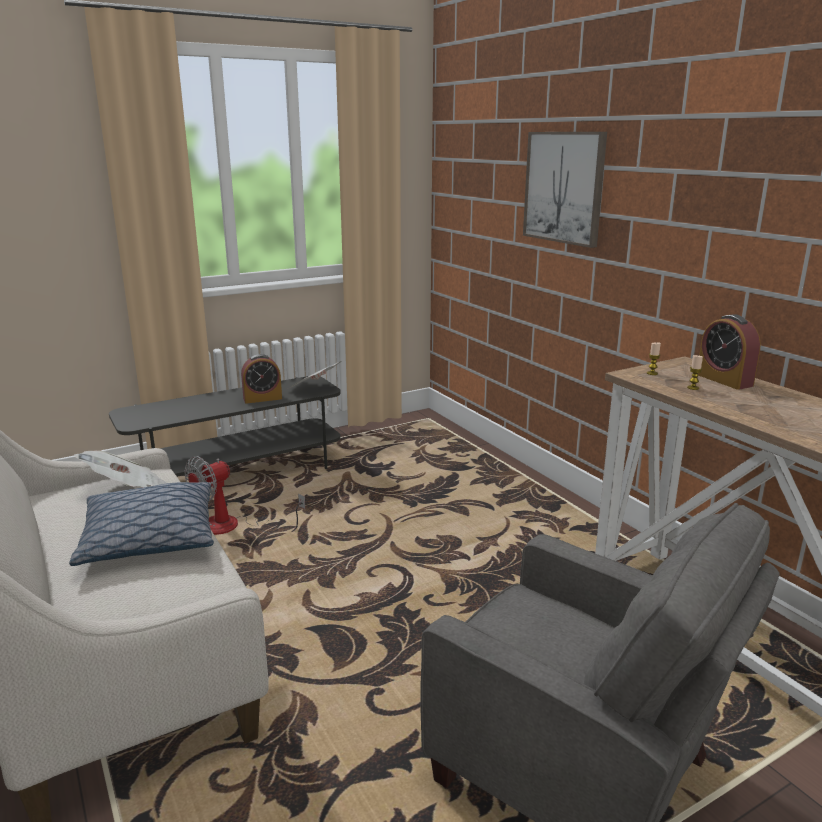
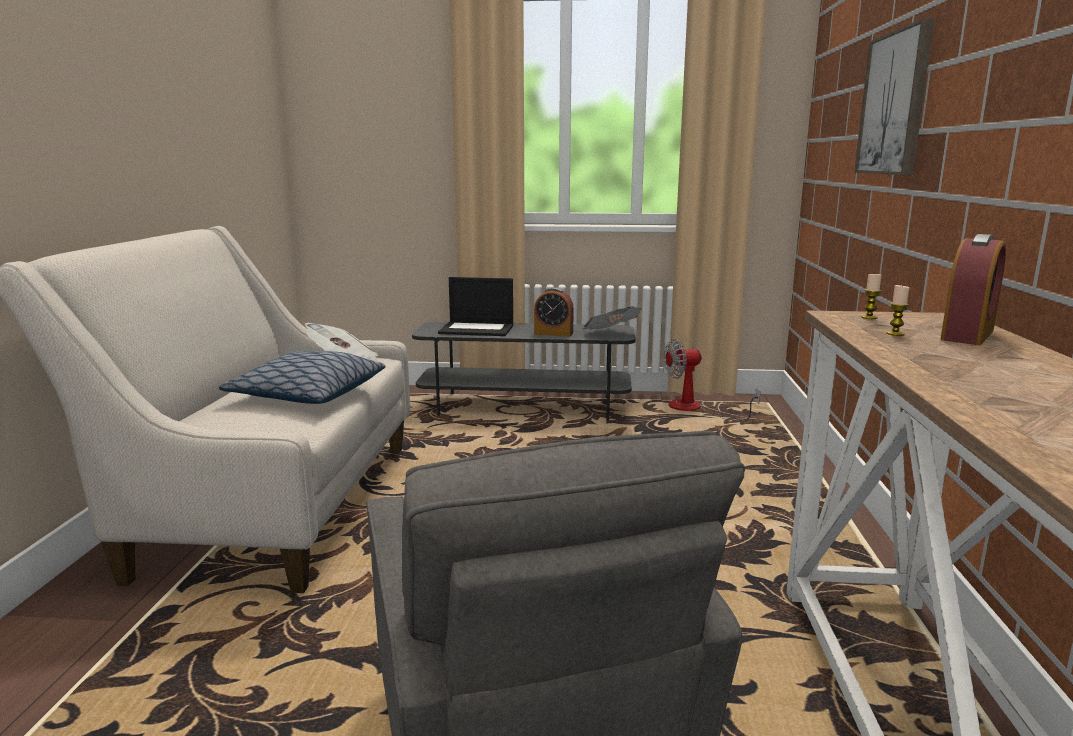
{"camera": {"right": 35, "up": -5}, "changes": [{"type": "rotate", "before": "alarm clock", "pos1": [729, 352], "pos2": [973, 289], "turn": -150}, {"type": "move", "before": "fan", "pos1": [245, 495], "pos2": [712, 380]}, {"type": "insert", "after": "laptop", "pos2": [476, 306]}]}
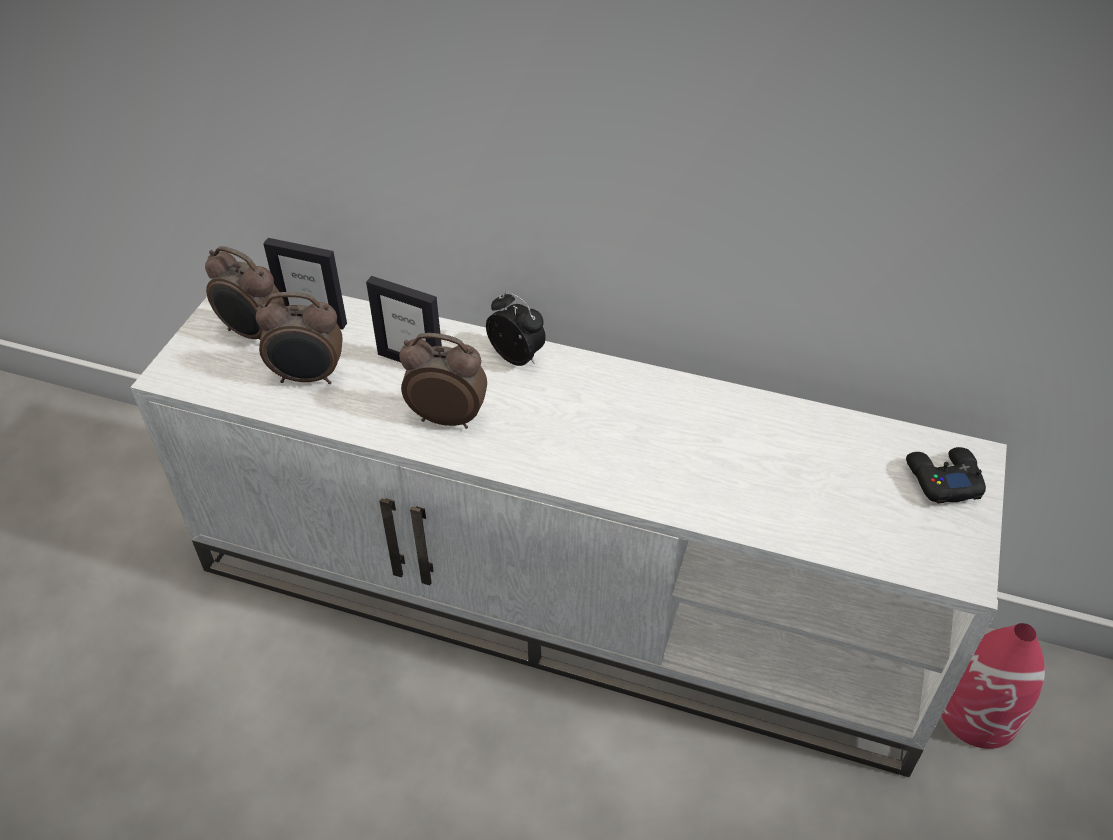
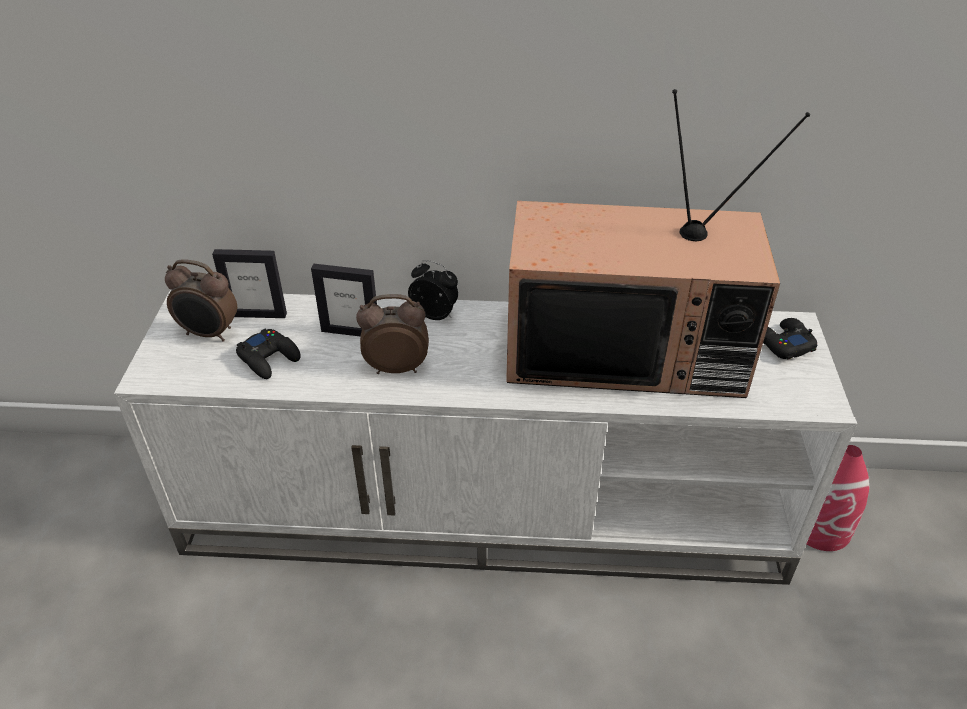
{"camera": {"right": -15, "up": -5}, "changes": [{"type": "replace", "before": "alarm clock", "after": "black game controller", "pos1": [299, 338], "pos2": [268, 353]}, {"type": "insert", "after": "television", "pos2": [658, 243]}]}
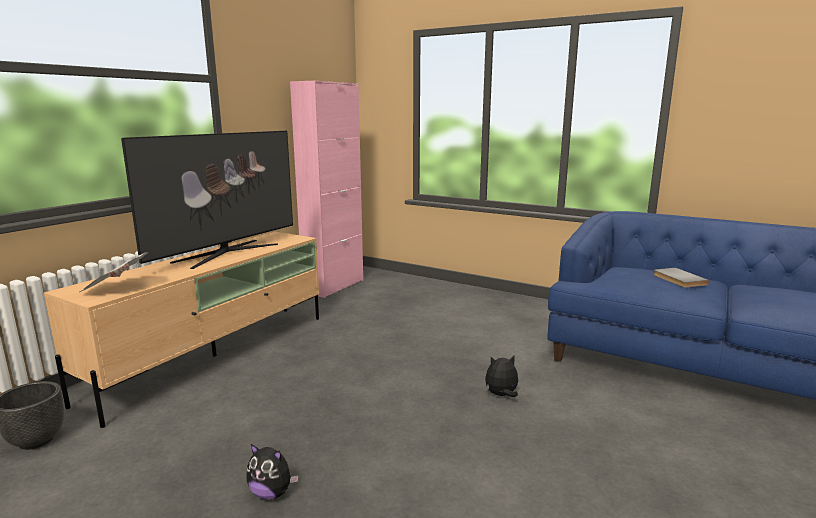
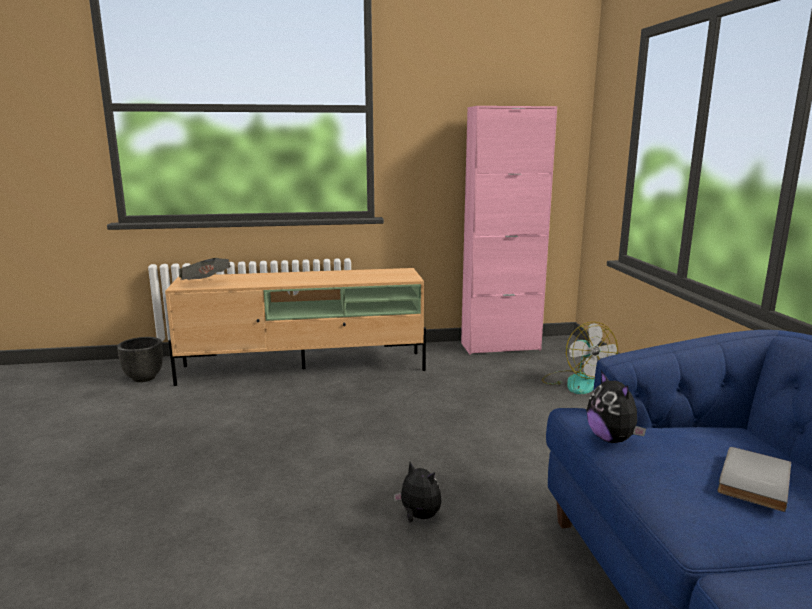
{"camera": {"right": 50, "up": 0}, "changes": [{"type": "delete", "before": "television", "pos1": [207, 200]}, {"type": "move", "before": "plush toy", "pos1": [272, 472], "pos2": [616, 407]}, {"type": "insert", "after": "fan", "pos2": [580, 358]}]}
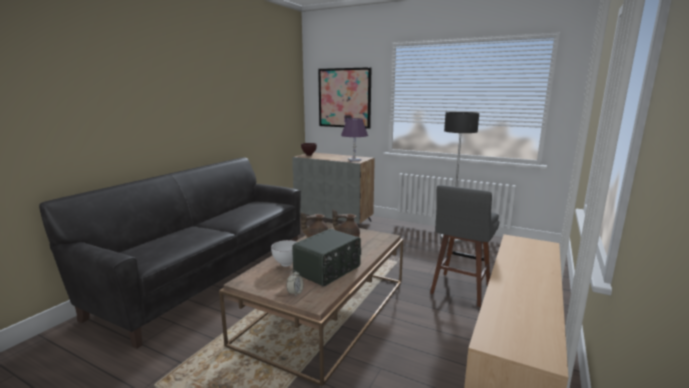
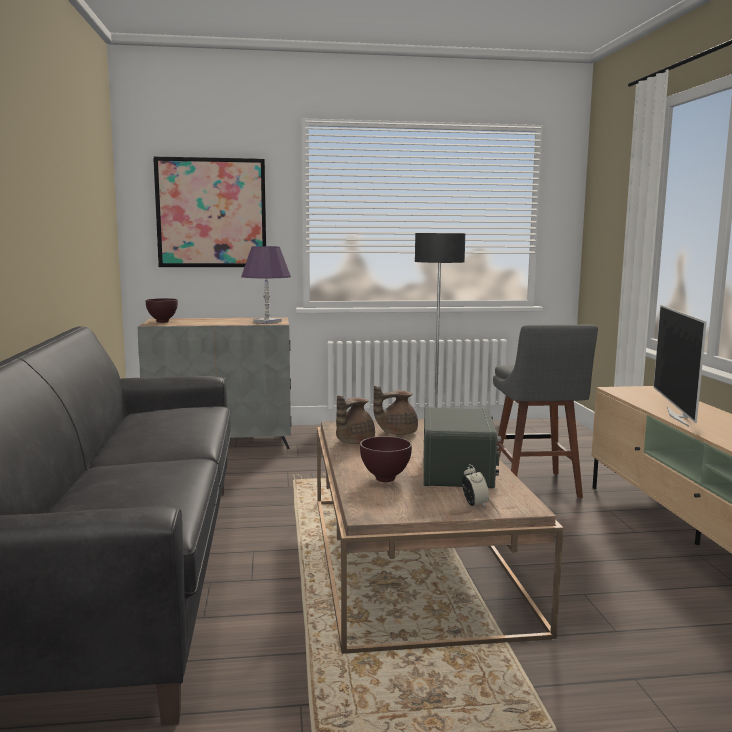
{"camera": {"right": -35, "up": -5}, "changes": [{"type": "recolor", "before": "white bowl", "after": "brown bowl", "pos1": [284, 253], "pos2": [386, 459]}, {"type": "insert", "after": "television", "pos2": [680, 366]}]}
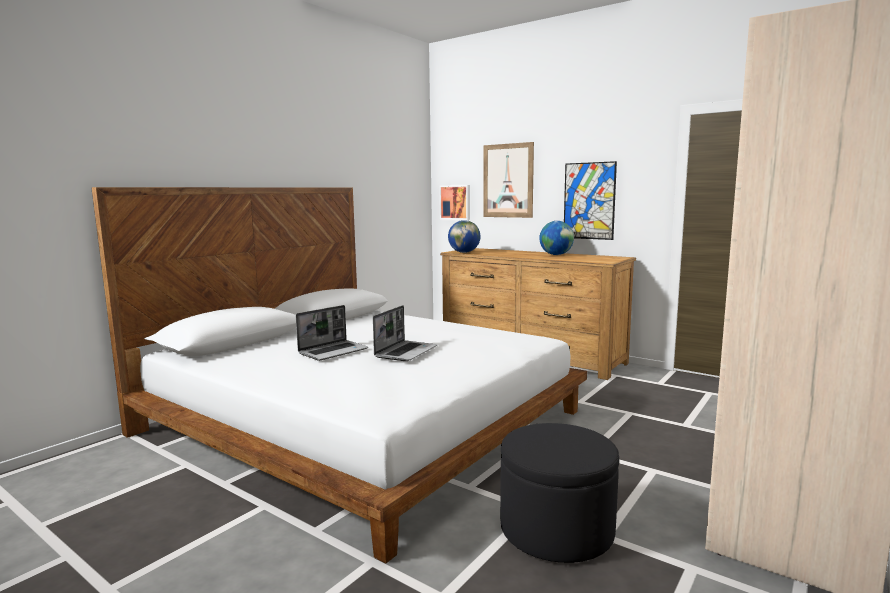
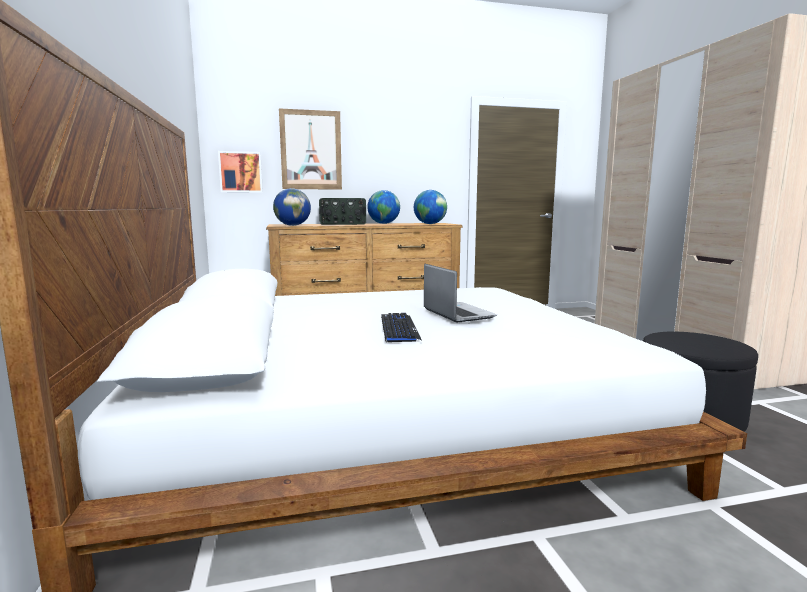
{"camera": {"right": -50, "up": 0}, "changes": [{"type": "delete", "before": "picture", "pos1": [590, 200]}, {"type": "replace", "before": "laptop", "after": "keyboard", "pos1": [332, 333], "pos2": [401, 328]}, {"type": "insert", "after": "globe", "pos2": [430, 207]}, {"type": "insert", "after": "radio", "pos2": [342, 211]}]}
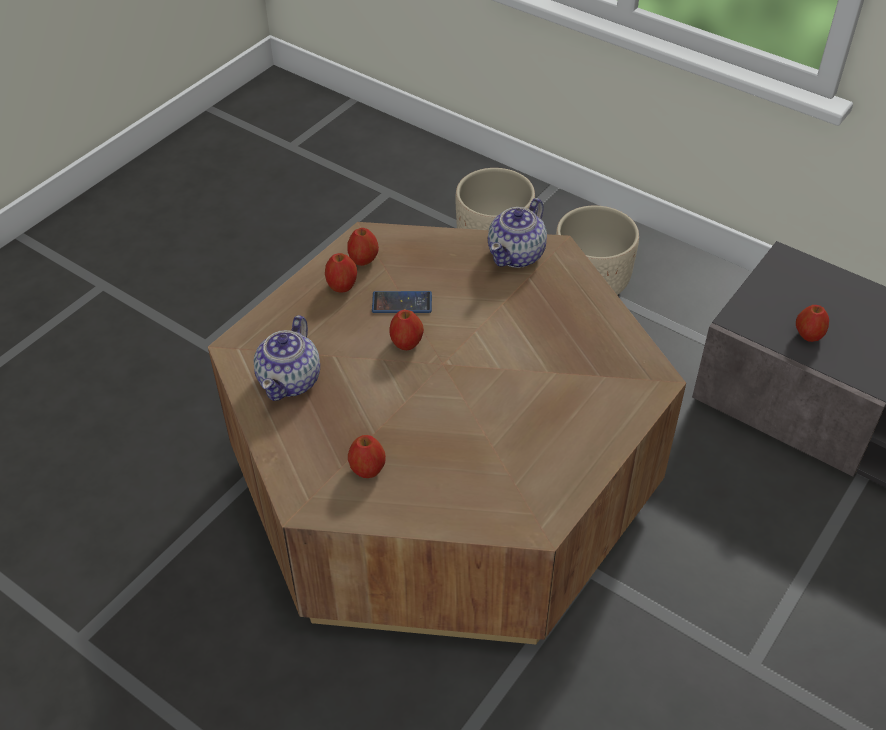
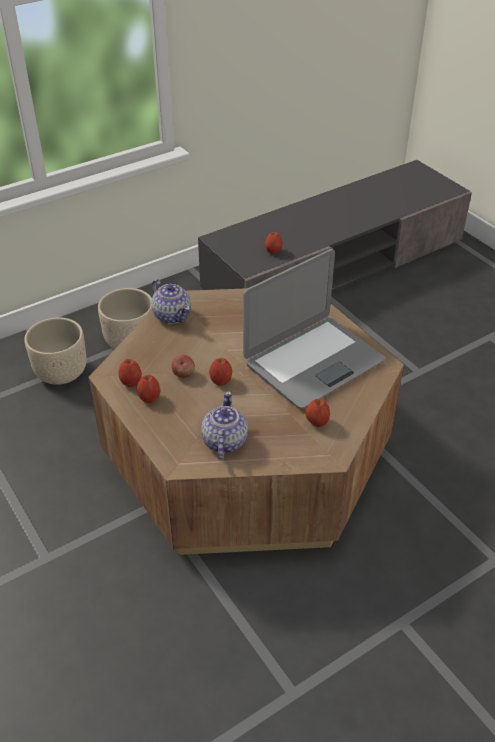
{"camera": {"right": -70, "up": -5}, "changes": [{"type": "replace", "before": "phone", "after": "apple", "pos1": [402, 302], "pos2": [183, 366]}, {"type": "rotate", "before": "teapot", "pos1": [287, 358], "pos2": [224, 425], "turn": -120}, {"type": "insert", "after": "laptop", "pos2": [314, 329]}]}
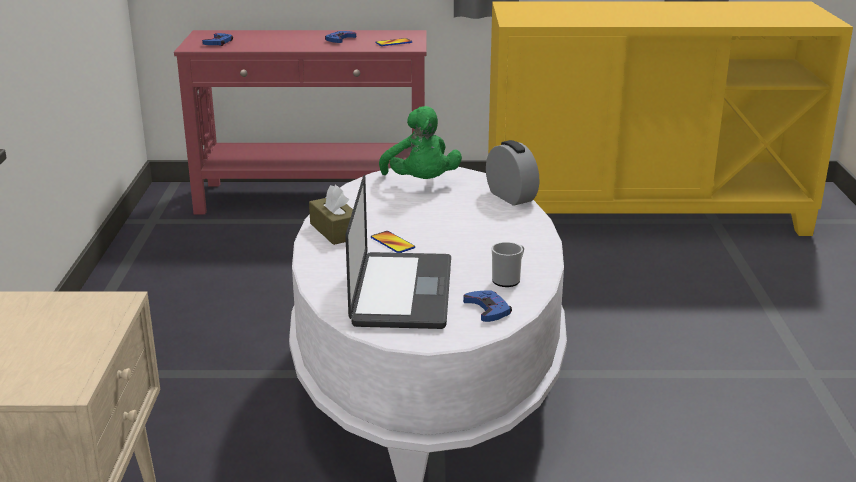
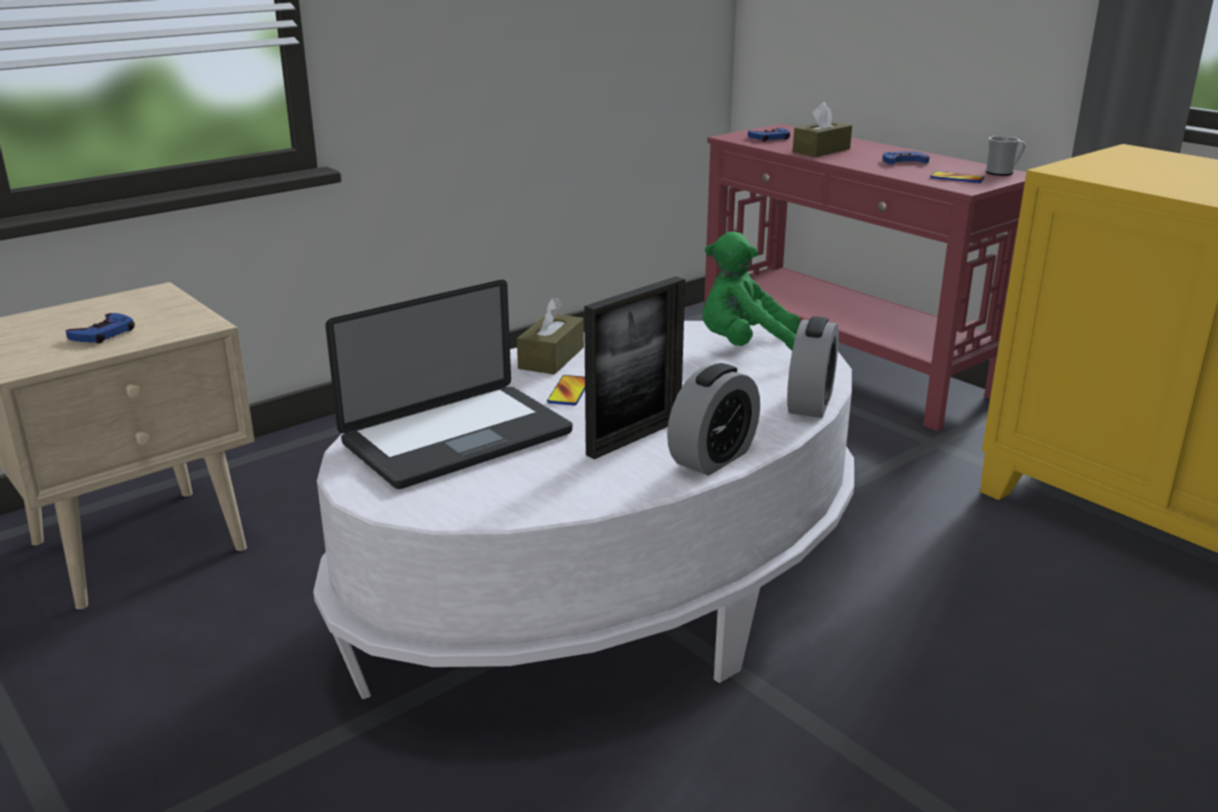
{"camera": {"right": 50, "up": 0}, "changes": [{"type": "rotate", "before": "green plush toy", "pos1": [420, 142], "pos2": [751, 291], "turn": 60}, {"type": "move", "before": "mug", "pos1": [507, 264], "pos2": [1006, 156]}, {"type": "move", "before": "blue game controller", "pos1": [487, 306], "pos2": [100, 328]}, {"type": "insert", "after": "brown tissue box", "pos2": [822, 129]}, {"type": "insert", "after": "picture frame", "pos2": [634, 367]}, {"type": "insert", "after": "alarm clock", "pos2": [713, 419]}]}
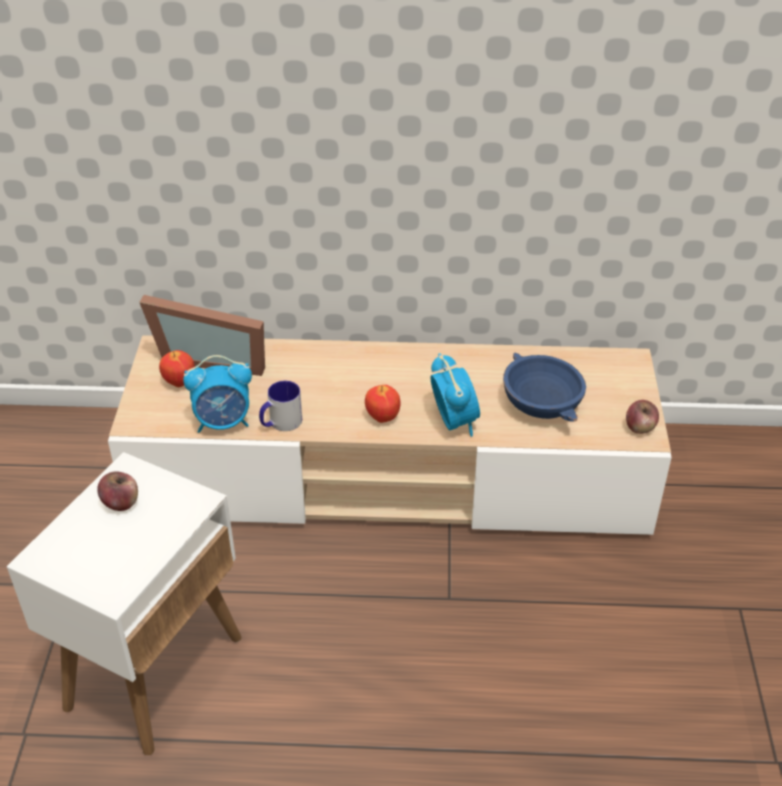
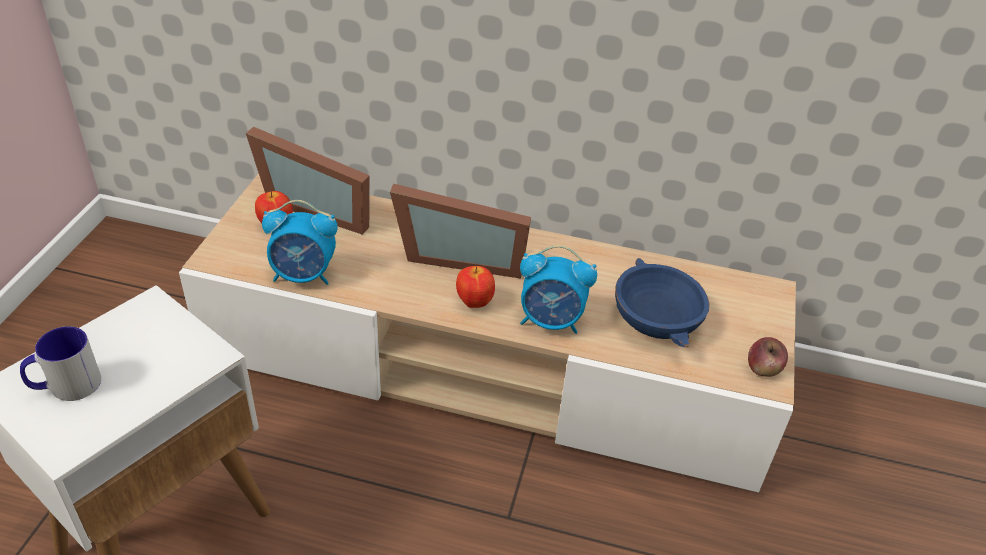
{"camera": {"right": 10, "up": 0}, "changes": [{"type": "rotate", "before": "alarm clock", "pos1": [455, 395], "pos2": [558, 289], "turn": 105}, {"type": "move", "before": "mug", "pos1": [280, 406], "pos2": [60, 363]}, {"type": "delete", "before": "apple", "pos1": [117, 491]}, {"type": "insert", "after": "picture frame", "pos2": [460, 231]}]}
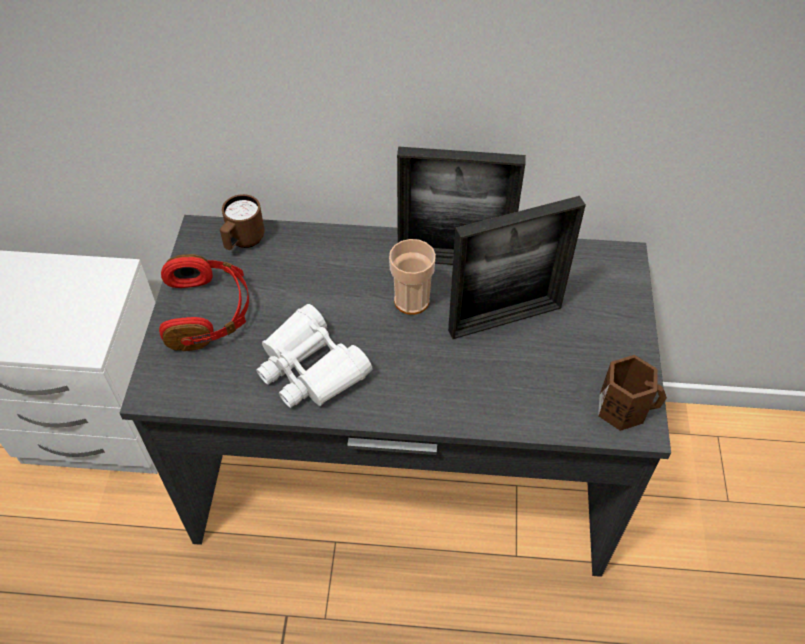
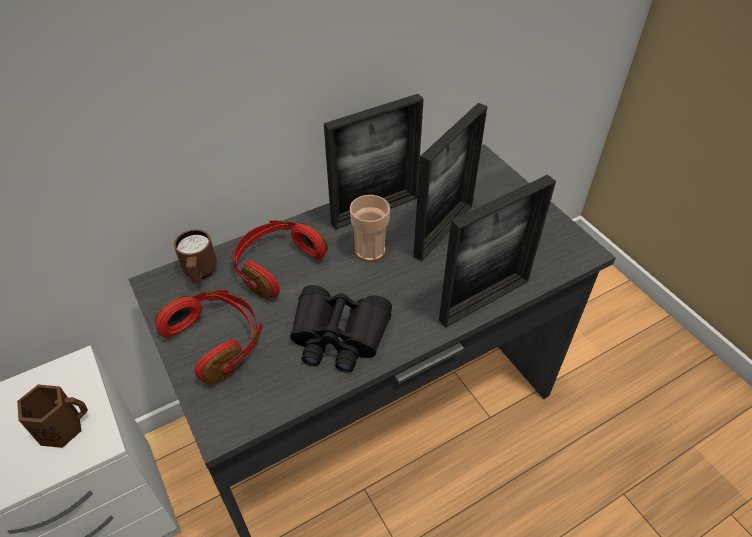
{"camera": {"right": -35, "up": -5}, "changes": [{"type": "recolor", "before": "white binoculars", "after": "black binoculars", "pos1": [314, 356], "pos2": [341, 329]}, {"type": "move", "before": "brown mug", "pos1": [632, 393], "pos2": [52, 416]}, {"type": "insert", "after": "picture frame", "pos2": [497, 251]}, {"type": "insert", "after": "red headphones", "pos2": [279, 259]}]}
